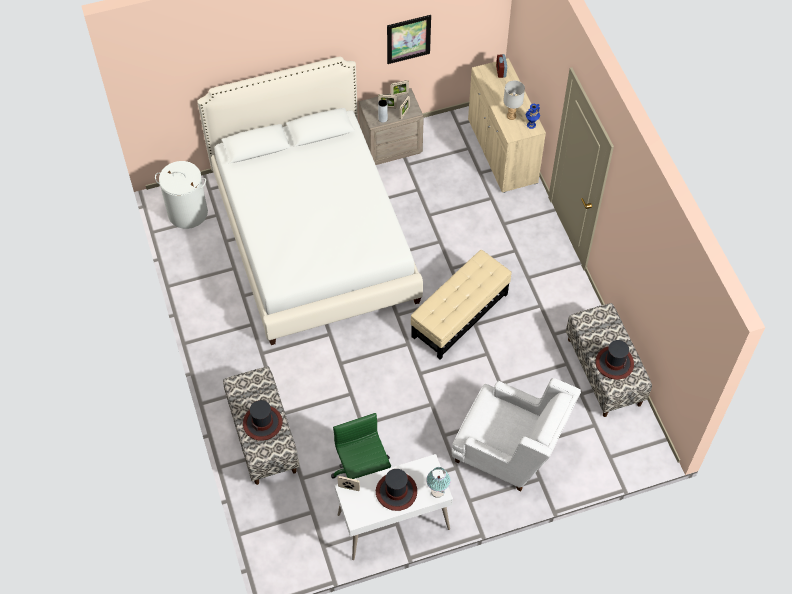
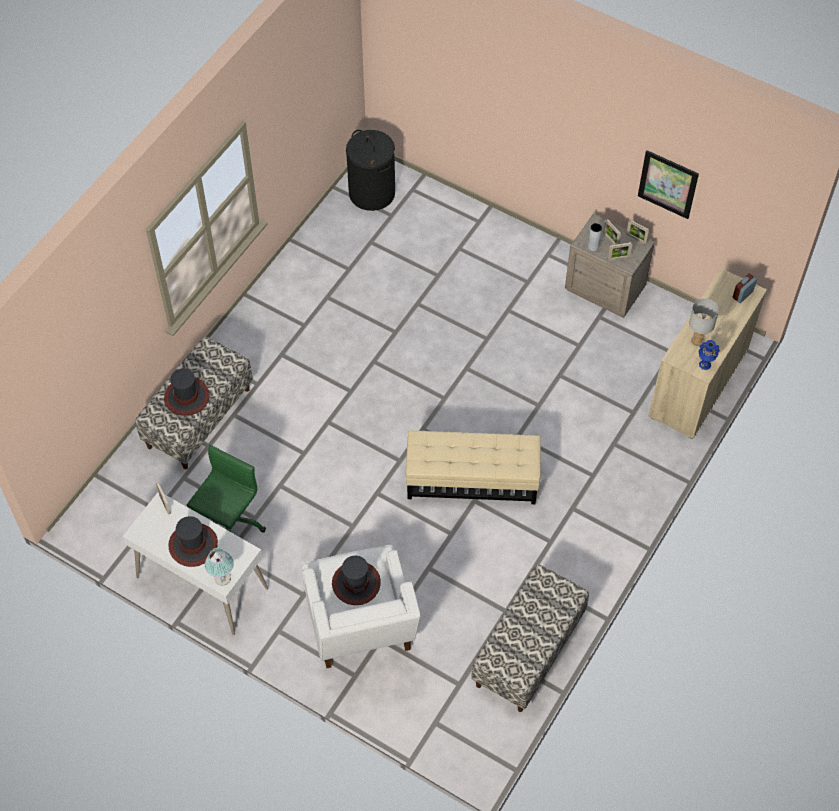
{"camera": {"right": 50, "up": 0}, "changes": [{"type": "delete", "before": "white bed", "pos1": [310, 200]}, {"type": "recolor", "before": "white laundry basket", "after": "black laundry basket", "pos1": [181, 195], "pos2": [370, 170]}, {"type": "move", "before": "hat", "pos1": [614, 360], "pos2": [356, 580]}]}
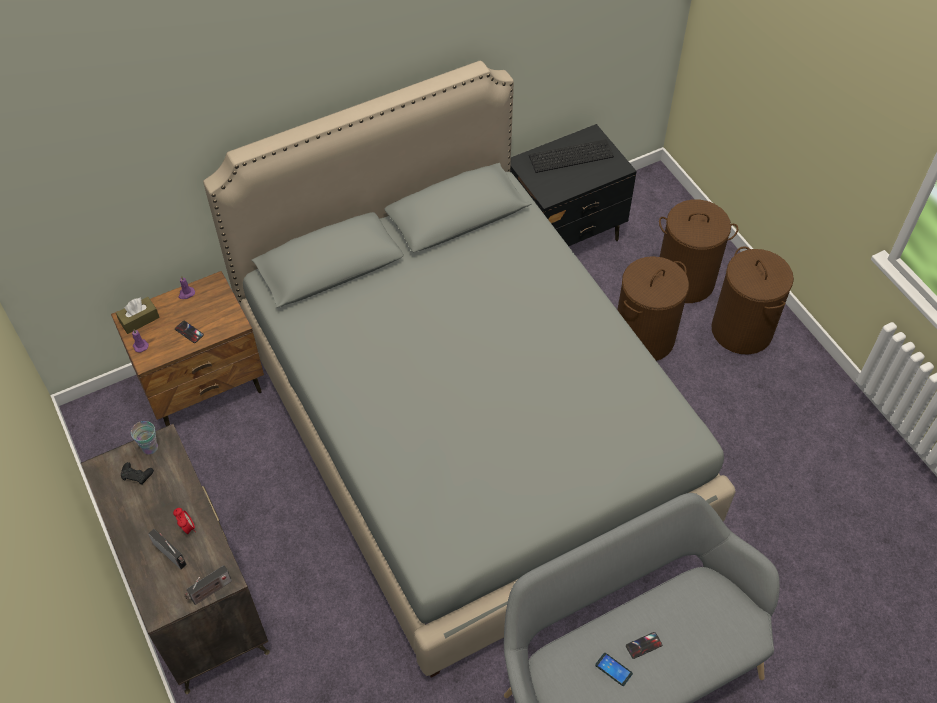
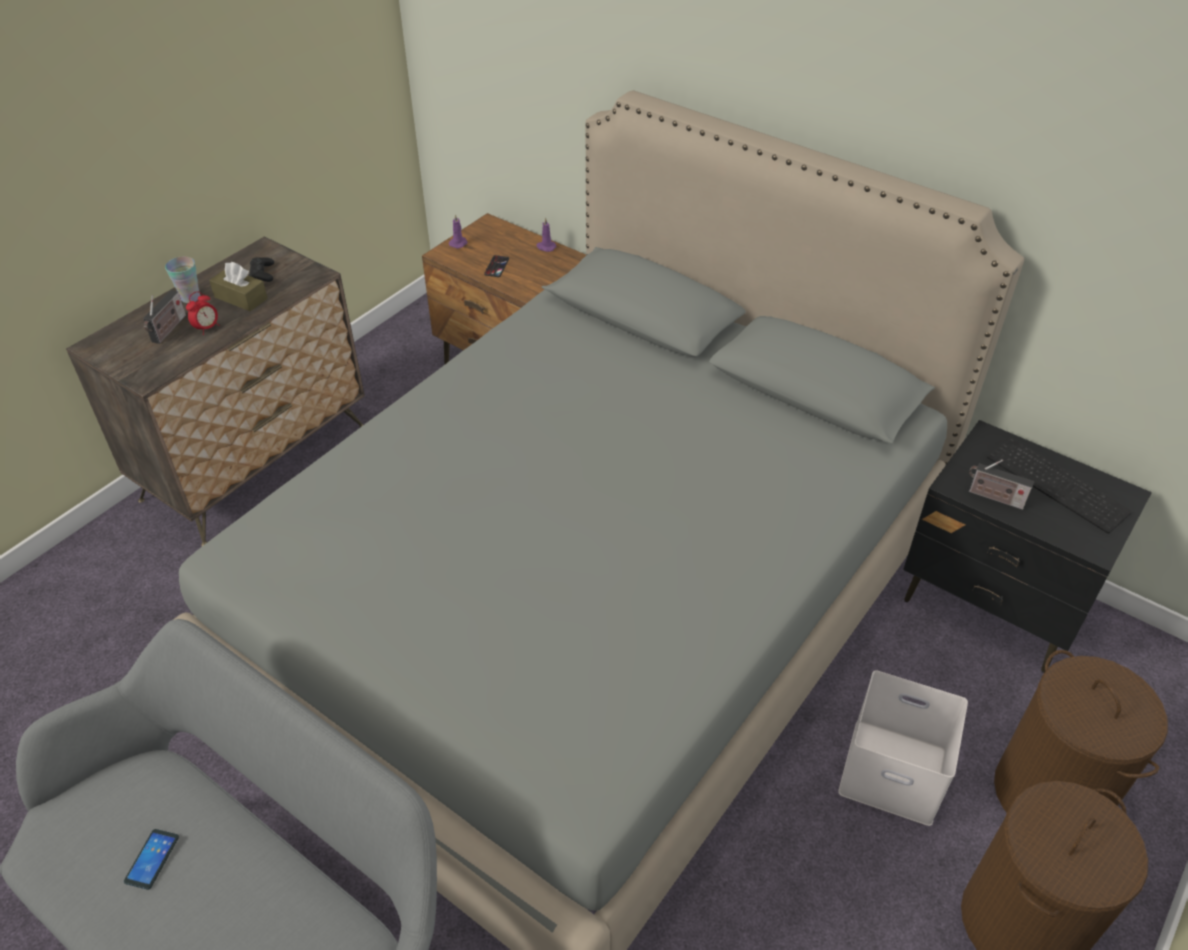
{"camera": {"right": 65, "up": -10}, "changes": [{"type": "replace", "before": "brown laundry basket", "after": "white storage box", "pos1": [653, 308], "pos2": [903, 748]}, {"type": "move", "before": "brown tissue box", "pos1": [138, 315], "pos2": [238, 286]}, {"type": "move", "before": "cup", "pos1": [144, 437], "pos2": [182, 280]}, {"type": "move", "before": "radio", "pos1": [208, 585], "pos2": [1001, 484]}, {"type": "delete", "before": "phone", "pos1": [644, 645]}]}
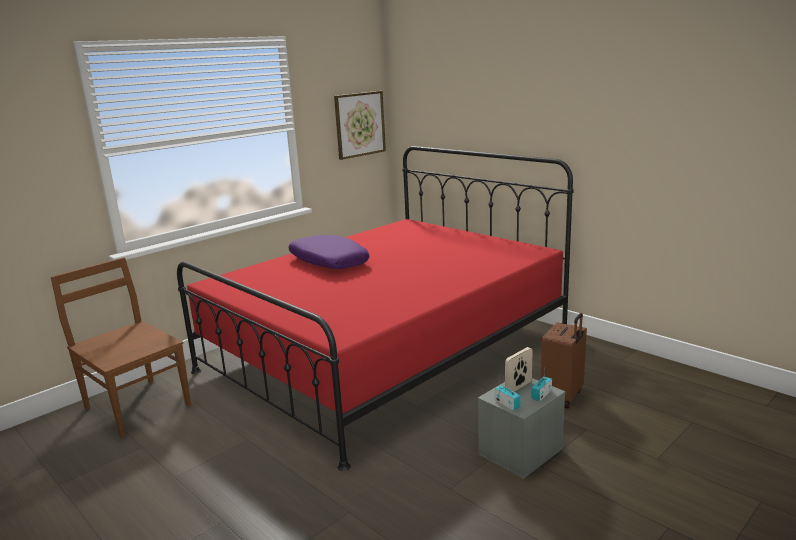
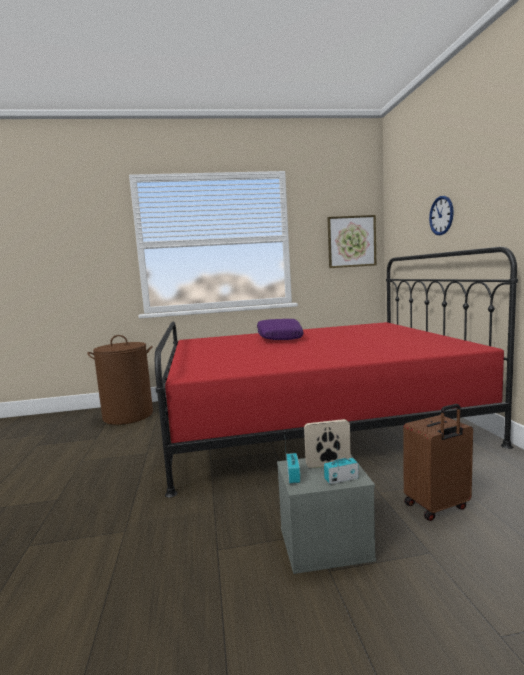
{"camera": {"right": 35, "up": -10}, "changes": [{"type": "replace", "before": "brown chair", "after": "brown laundry basket", "pos1": [121, 347], "pos2": [120, 380]}, {"type": "insert", "after": "wall clock", "pos2": [441, 215]}]}
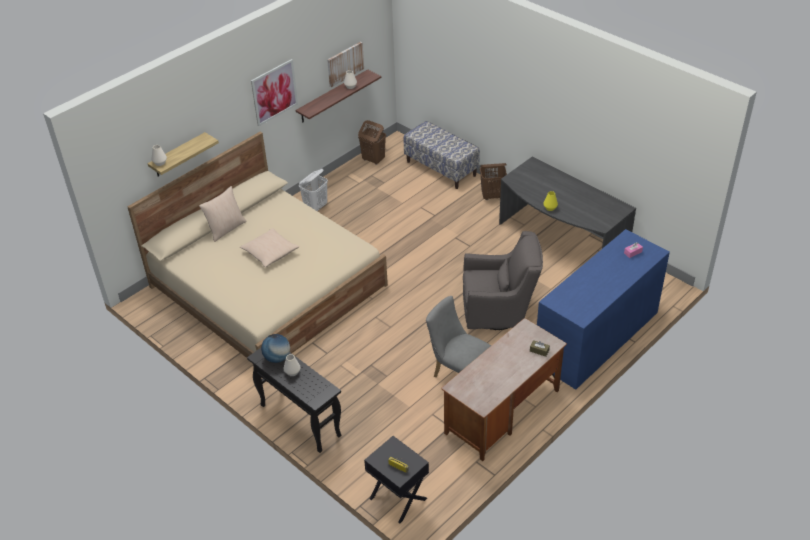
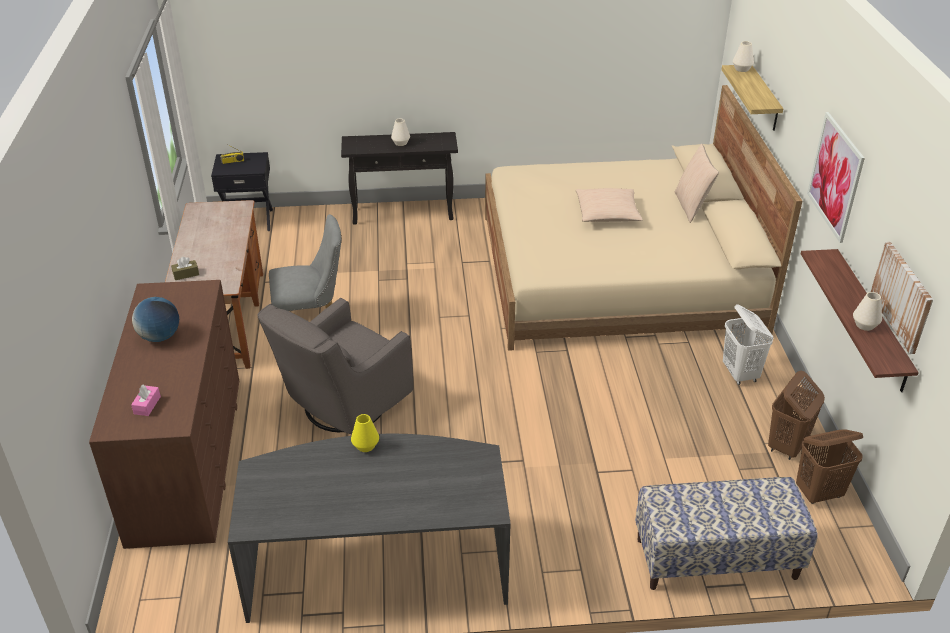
{"camera": {"right": 130, "up": -5}, "changes": [{"type": "move", "before": "brown laundry basket", "pos1": [493, 181], "pos2": [796, 415]}, {"type": "recolor", "before": "blue dresser", "after": "brown dresser", "pos1": [603, 309], "pos2": [164, 414]}, {"type": "move", "before": "globe", "pos1": [275, 348], "pos2": [155, 319]}]}
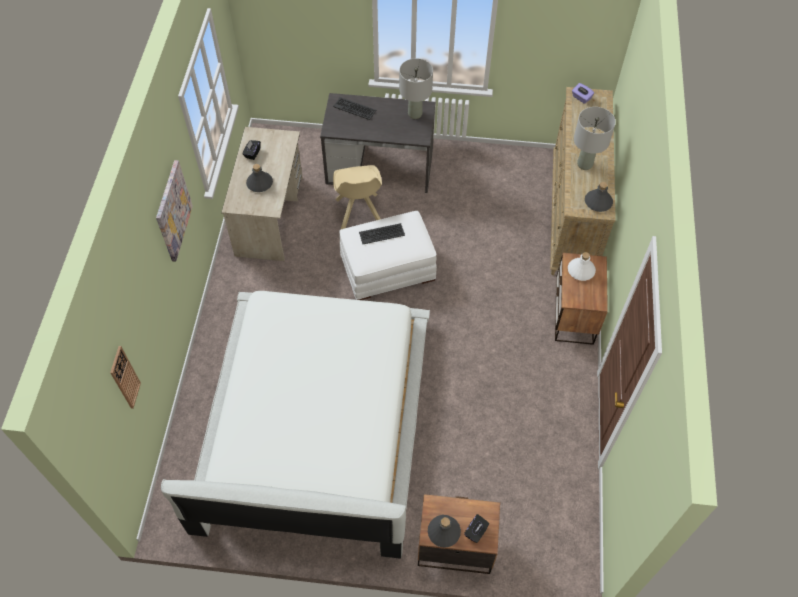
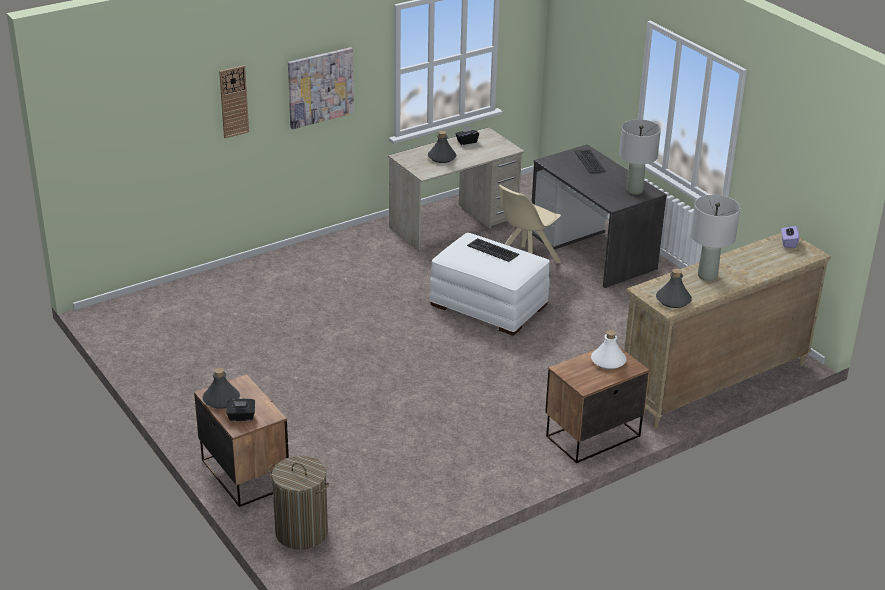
{"camera": {"right": 50, "up": -25}, "changes": [{"type": "delete", "before": "white bed", "pos1": [295, 425]}, {"type": "move", "before": "wall clock", "pos1": [125, 377], "pos2": [234, 101]}, {"type": "insert", "after": "laundry basket", "pos2": [298, 503]}]}
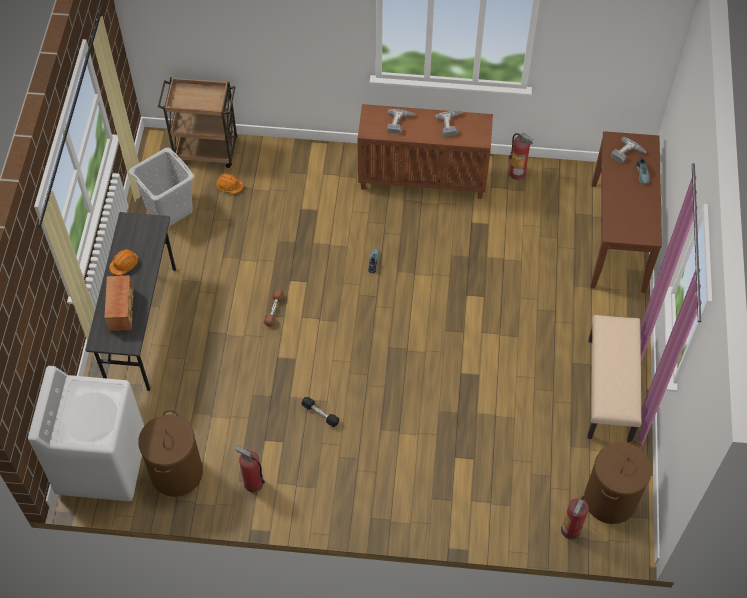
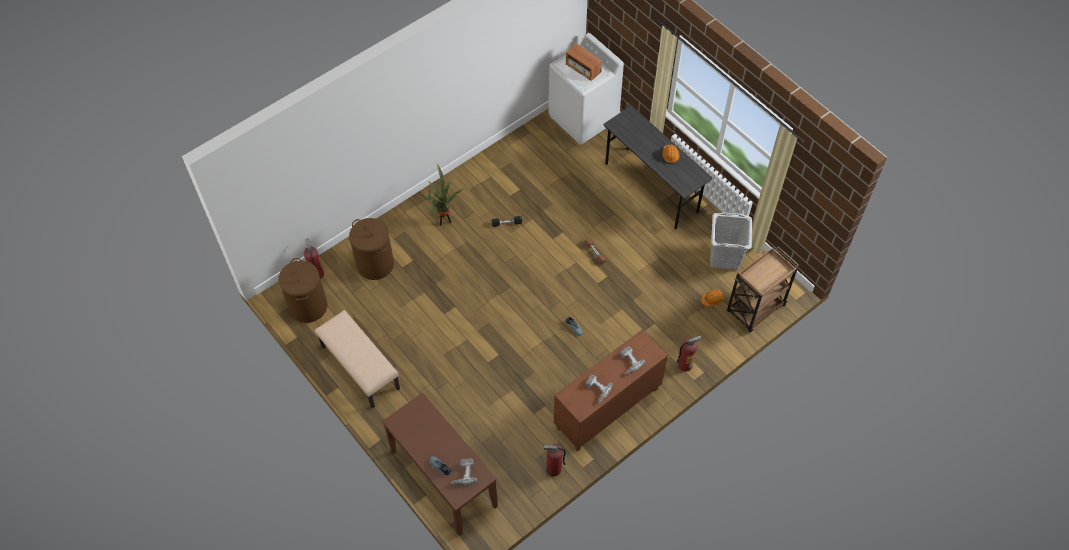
{"camera": {"right": 135, "up": 0}, "changes": [{"type": "move", "before": "radio", "pos1": [118, 303], "pos2": [584, 62]}, {"type": "move", "before": "brown laundry basket", "pos1": [170, 453], "pos2": [371, 249]}, {"type": "move", "before": "fire extinguisher", "pos1": [250, 468], "pos2": [689, 354]}, {"type": "insert", "after": "potted plant", "pos2": [446, 195]}]}
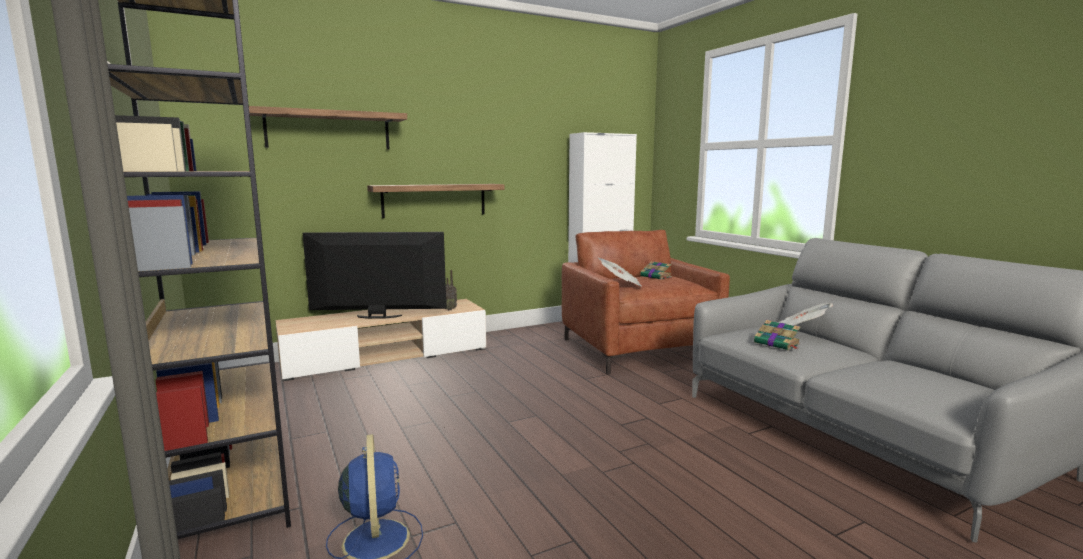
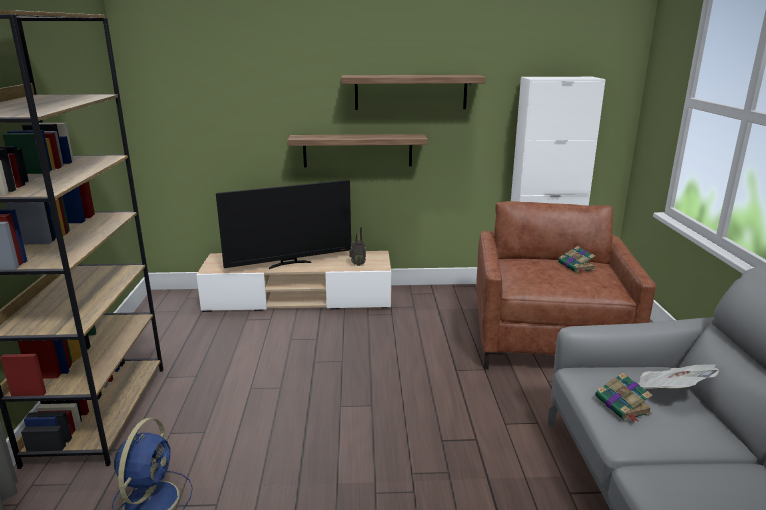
{"camera": {"right": 25, "up": 10}, "changes": [{"type": "move", "before": "shelf", "pos1": [328, 128], "pos2": [413, 92]}, {"type": "rotate", "before": "television", "pos1": [374, 275], "pos2": [283, 224], "turn": 135}, {"type": "delete", "before": "newspaper", "pos1": [620, 272]}]}
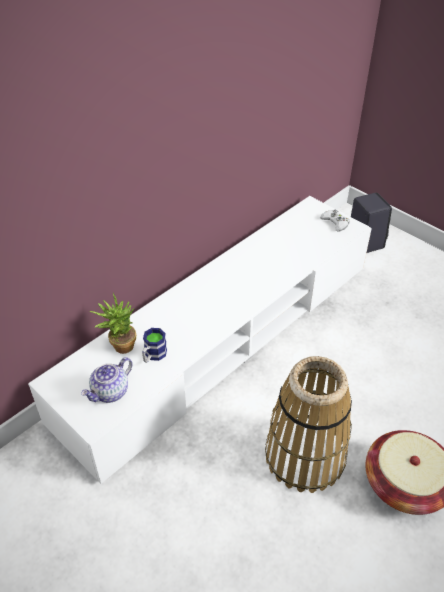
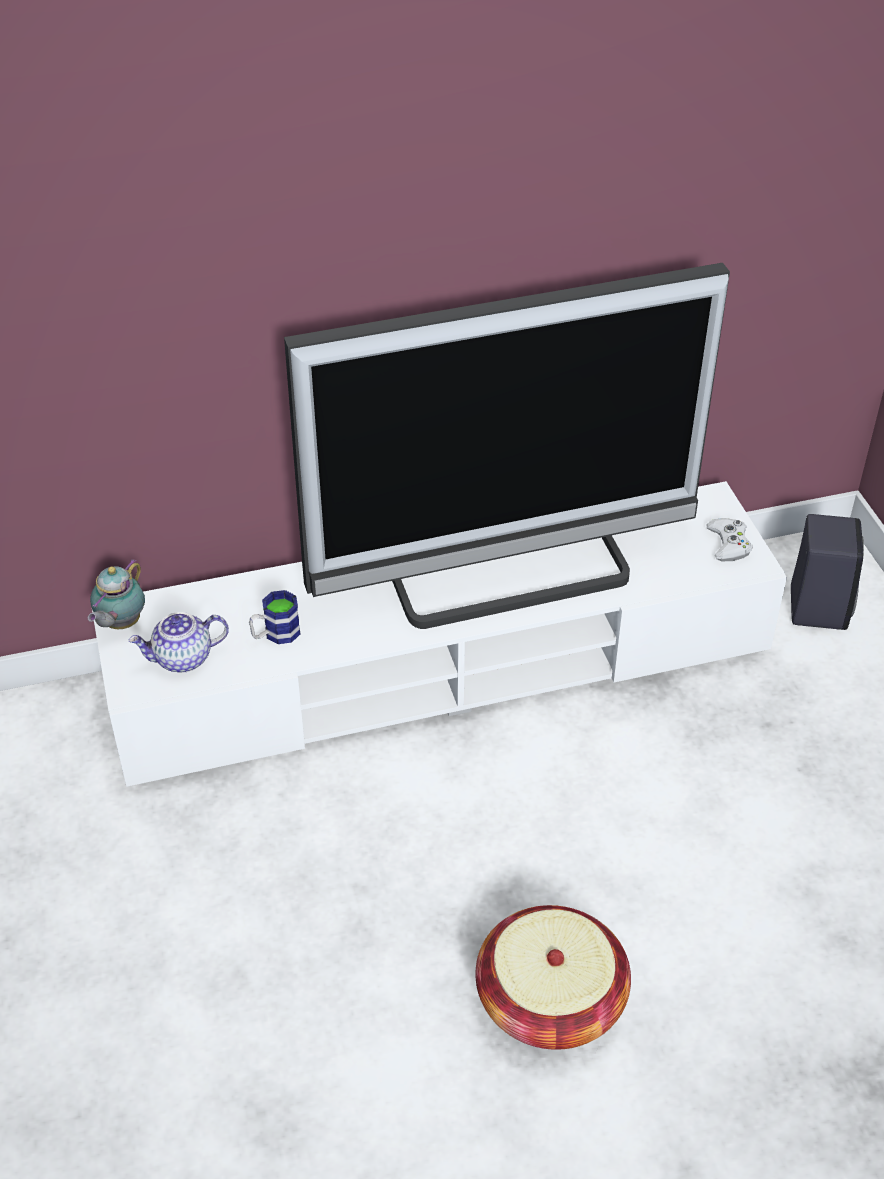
{"camera": {"right": 30, "up": 0}, "changes": [{"type": "delete", "before": "potted plant", "pos1": [113, 323]}, {"type": "delete", "before": "basket", "pos1": [308, 424]}, {"type": "insert", "after": "television", "pos2": [507, 446]}, {"type": "insert", "after": "teapot", "pos2": [116, 594]}]}
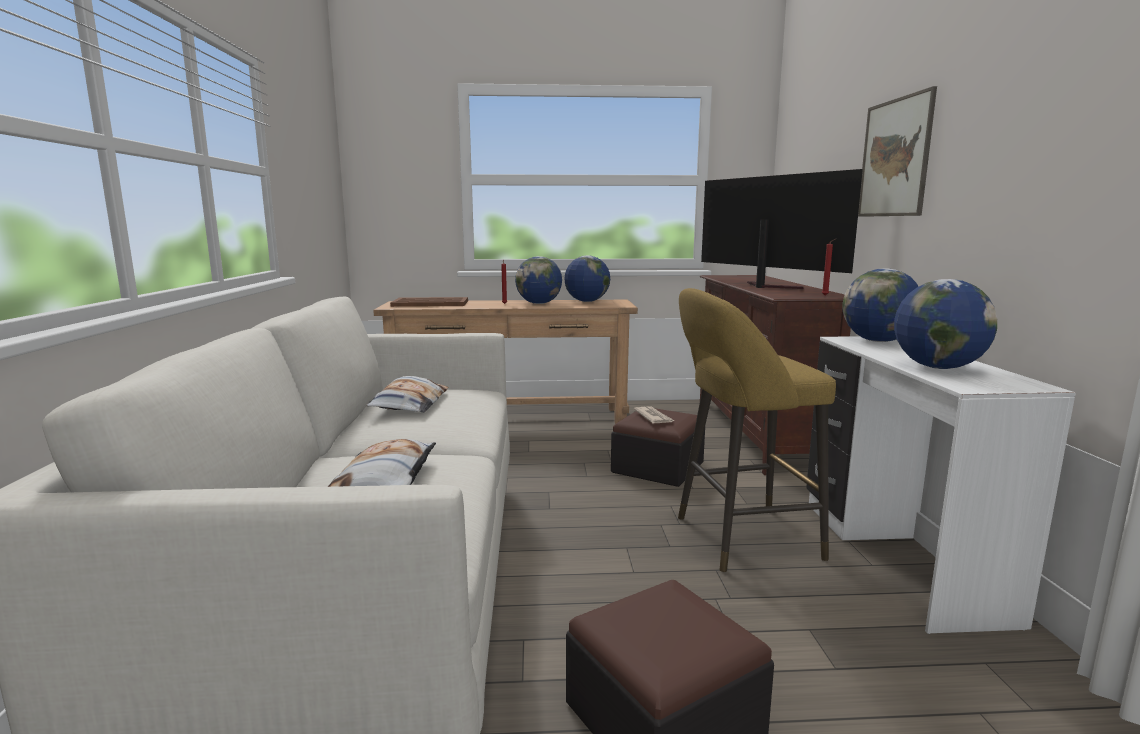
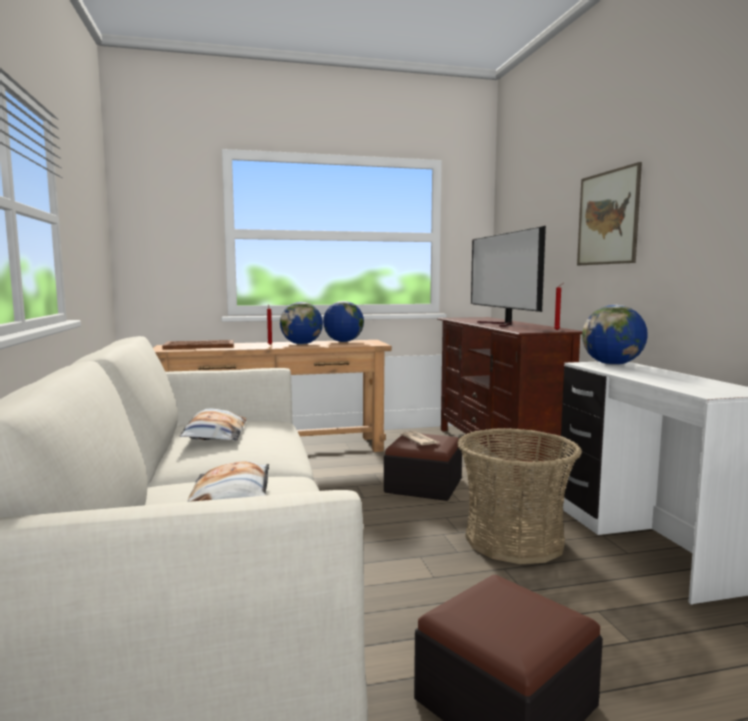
{"camera": {"right": -10, "up": -5}, "changes": [{"type": "rotate", "before": "television", "pos1": [782, 229], "pos2": [508, 276], "turn": -150}, {"type": "delete", "before": "globe", "pos1": [945, 324]}, {"type": "replace", "before": "yellow stool", "after": "basket", "pos1": [757, 430], "pos2": [519, 496]}]}
